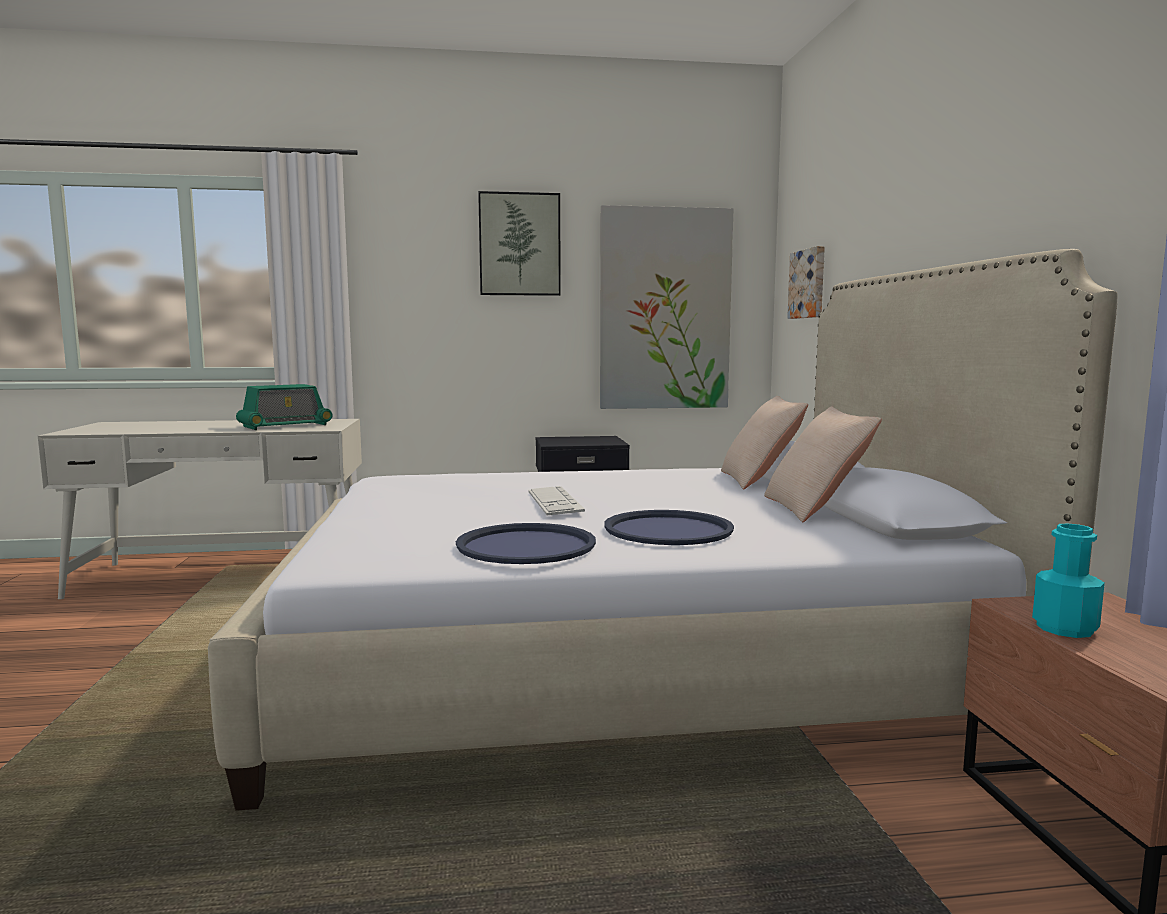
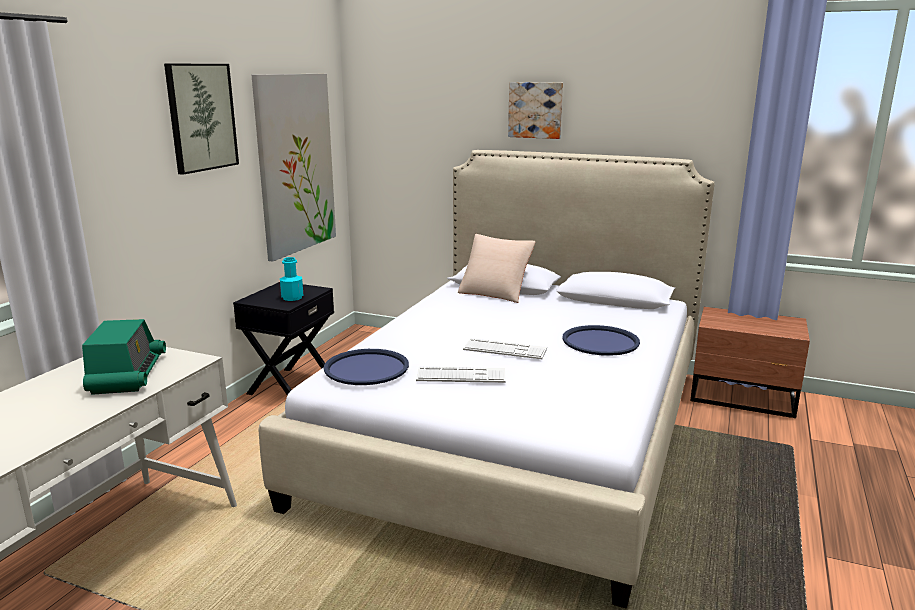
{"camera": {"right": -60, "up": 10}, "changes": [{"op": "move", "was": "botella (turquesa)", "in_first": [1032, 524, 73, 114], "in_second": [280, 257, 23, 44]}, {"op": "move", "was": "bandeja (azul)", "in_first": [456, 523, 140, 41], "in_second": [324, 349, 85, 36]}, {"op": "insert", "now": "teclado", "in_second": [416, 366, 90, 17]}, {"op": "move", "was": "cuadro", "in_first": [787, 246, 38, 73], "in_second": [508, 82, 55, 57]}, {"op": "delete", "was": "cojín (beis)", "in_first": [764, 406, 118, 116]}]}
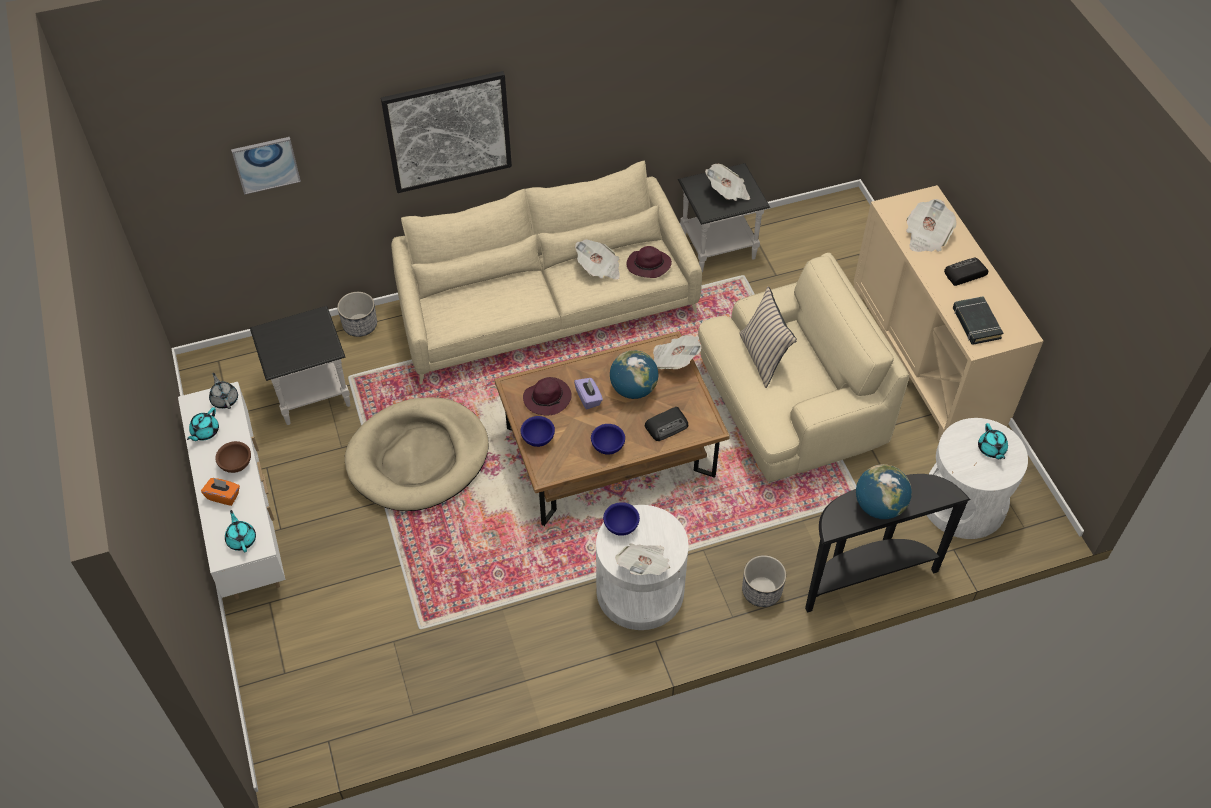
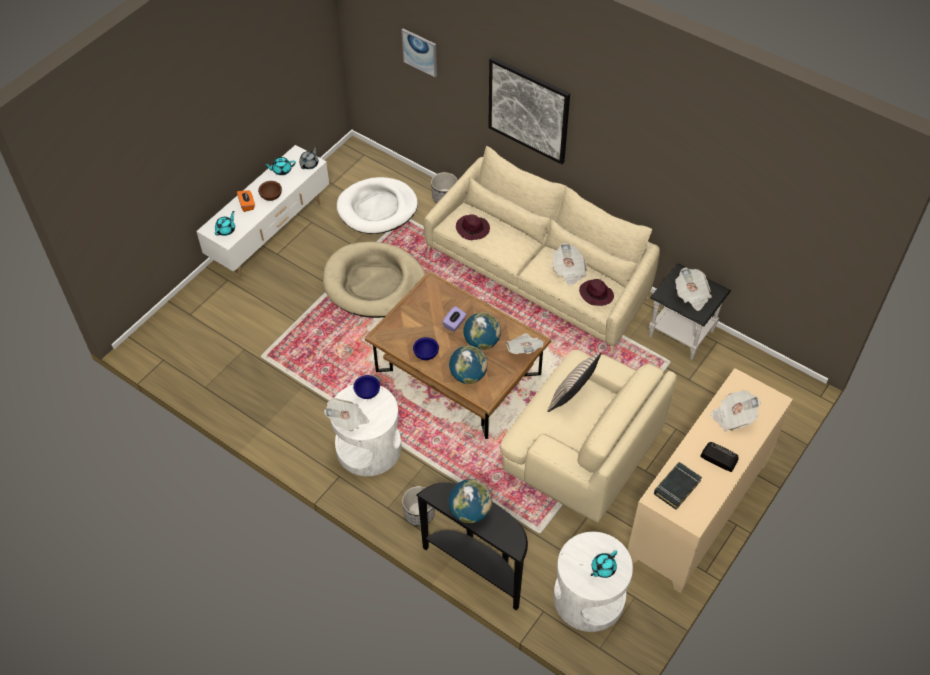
{"camera": {"right": 55, "up": 0}, "changes": [{"op": "replace", "was": "mesa auxiliar (negro)", "now": "cama para perro (blanco)", "in_first": [250, 306, 100, 119], "in_second": [337, 177, 81, 57]}, {"op": "replace", "was": "radio", "now": "globo terráqueo", "in_first": [644, 407, 44, 34], "in_second": [449, 346, 39, 38]}, {"op": "move", "was": "sombrero (morado)", "in_first": [523, 377, 49, 38], "in_second": [456, 214, 34, 26]}, {"op": "delete", "was": "cuenco (azul)", "in_first": [520, 416, 35, 31]}]}
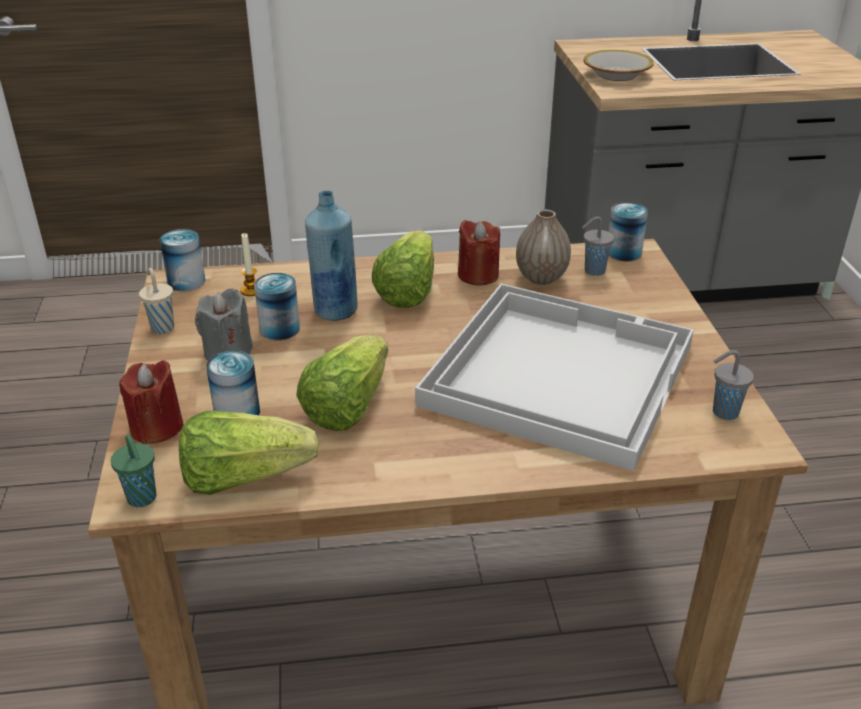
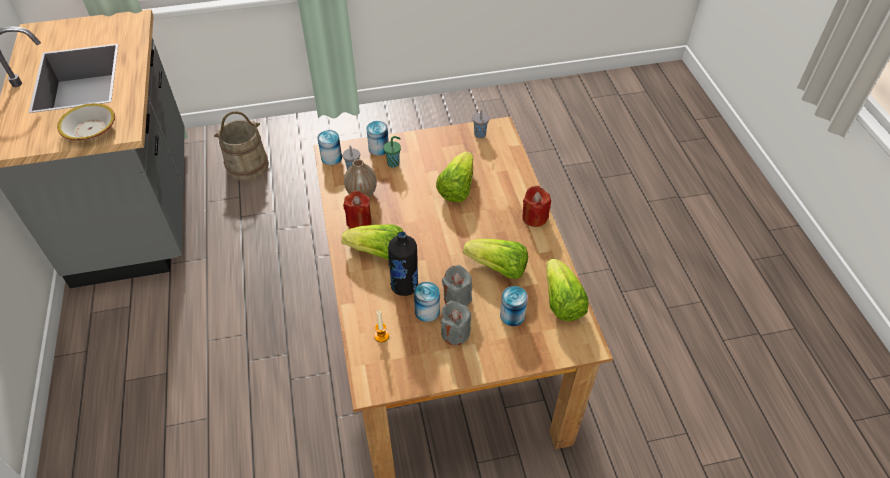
{"camera": {"right": -95, "up": 15}, "changes": [{"op": "insert", "now": "cubo (beis)", "in_second": [214, 111, 55, 70]}, {"op": "move", "was": "lata", "in_first": [160, 229, 45, 62], "in_second": [366, 121, 23, 35]}, {"op": "move", "was": "taza (verde)", "in_first": [111, 435, 45, 72], "in_second": [384, 136, 17, 32]}, {"op": "recolor", "was": "botella (azul)", "now": "botella (negro)", "in_first": [305, 191, 52, 130], "in_second": [388, 231, 30, 65]}, {"op": "replace", "was": "bandeja (blanco)", "now": "lechuga", "in_first": [415, 284, 279, 187], "in_second": [436, 151, 37, 51]}, {"op": "insert", "now": "vela (gris)", "in_second": [442, 265, 30, 41]}, {"op": "move", "was": "vela (rojo)", "in_first": [119, 360, 65, 85], "in_second": [522, 186, 29, 41]}, {"op": "delete", "was": "taza (beis)", "in_first": [139, 268, 35, 66]}]}
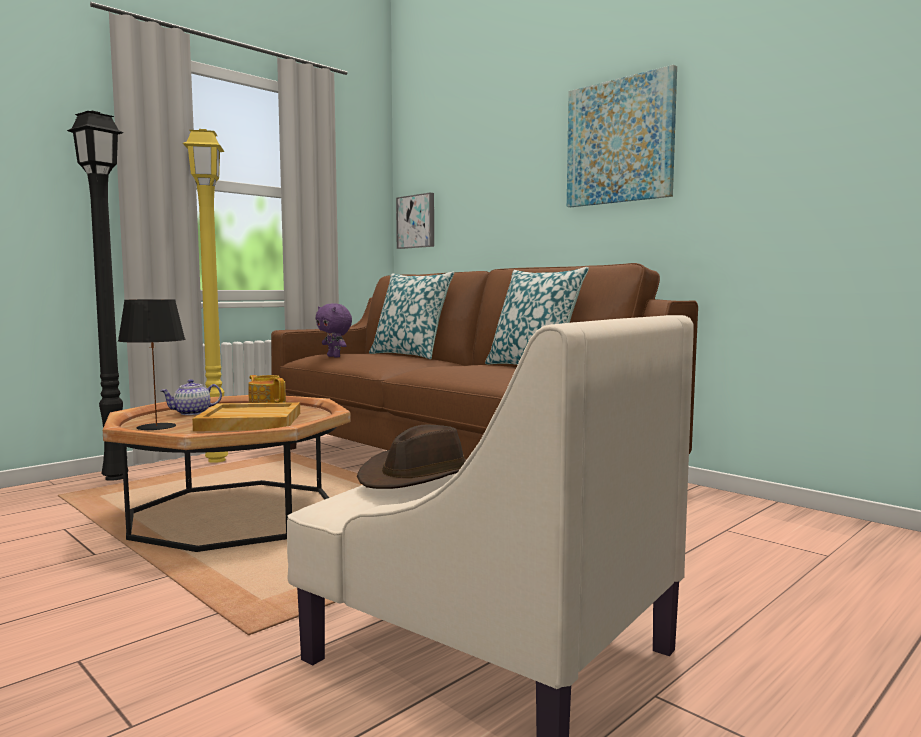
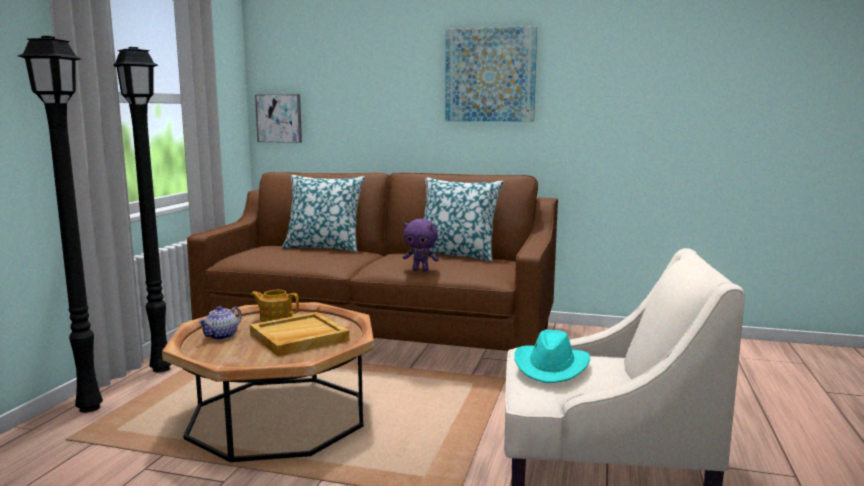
{"camera": {"right": -30, "up": 5}, "changes": [{"op": "recolor", "was": "lámpara de pie (amarillo)", "now": "lámpara de pie (negro)", "in_first": [183, 129, 45, 334], "in_second": [113, 47, 58, 325]}, {"op": "move", "was": "peluche (morado)", "in_first": [316, 303, 36, 55], "in_second": [403, 219, 36, 53]}, {"op": "recolor", "was": "sombrero (marrón)", "now": "sombrero (turquesa)", "in_first": [357, 425, 110, 64], "in_second": [514, 330, 76, 53]}, {"op": "delete", "was": "lámpara de mesa (negro)", "in_first": [118, 299, 68, 132]}]}
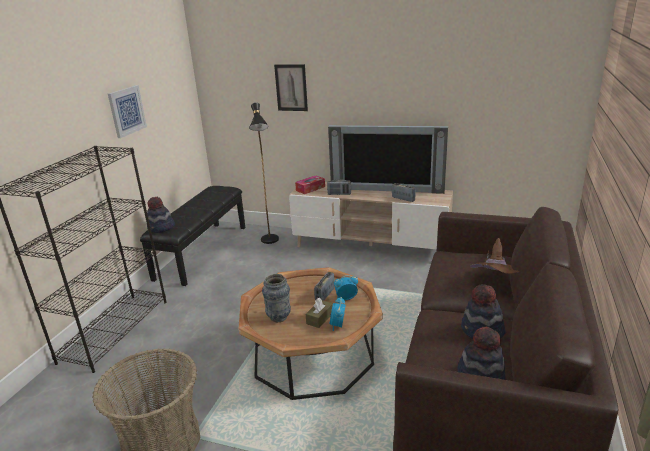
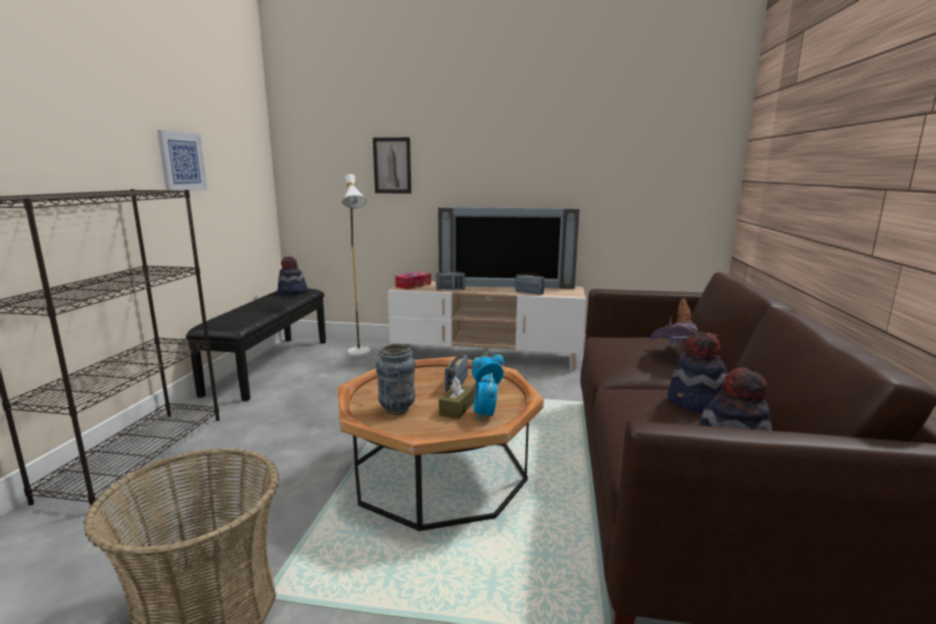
{"camera": {"right": -10, "up": -10}, "changes": [{"op": "move", "was": "sombrero", "in_first": [147, 197, 28, 36], "in_second": [278, 256, 29, 39]}, {"op": "recolor", "was": "lámpara de pie (negro)", "now": "lámpara de pie (blanco)", "in_first": [249, 103, 30, 141], "in_second": [342, 174, 28, 183]}]}
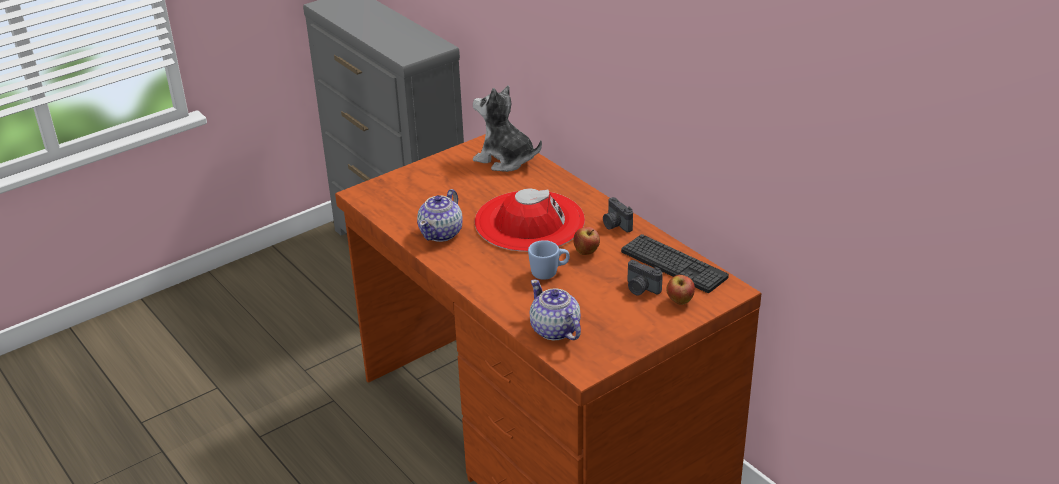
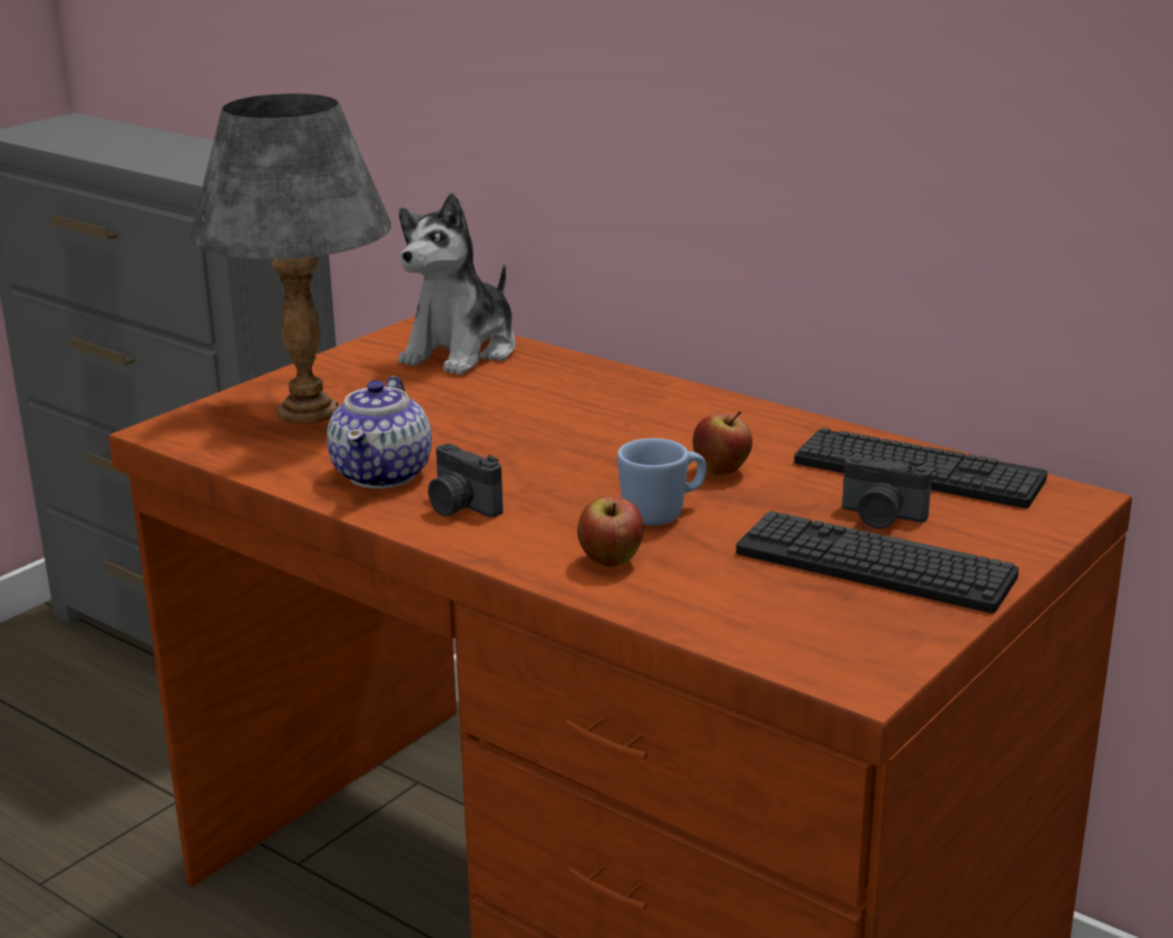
{"camera": {"right": -15, "up": -10}, "changes": [{"op": "insert", "now": "lámpara de mesa (gris)", "in_second": [190, 93, 201, 331]}, {"op": "rotate", "was": "peluche", "in_first": [473, 85, 69, 87], "in_second": [398, 193, 118, 182], "clockwise": -75}, {"op": "move", "was": "cámara", "in_first": [603, 197, 30, 36], "in_second": [428, 444, 75, 73]}, {"op": "move", "was": "manzana", "in_first": [666, 275, 29, 30], "in_second": [577, 496, 67, 71]}, {"op": "insert", "now": "teclado", "in_second": [736, 511, 283, 102]}, {"op": "delete", "was": "sombrero (rojo)", "in_first": [475, 189, 110, 63]}, {"op": "delete", "was": "tetera", "in_first": [530, 280, 51, 60]}]}
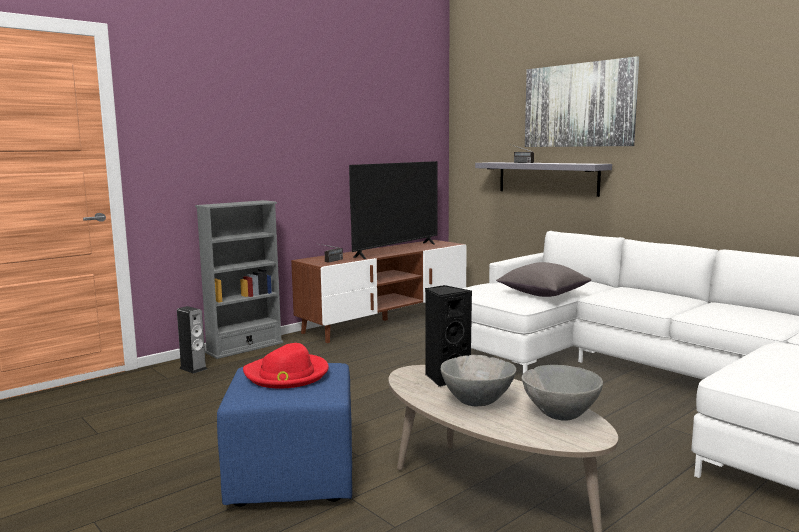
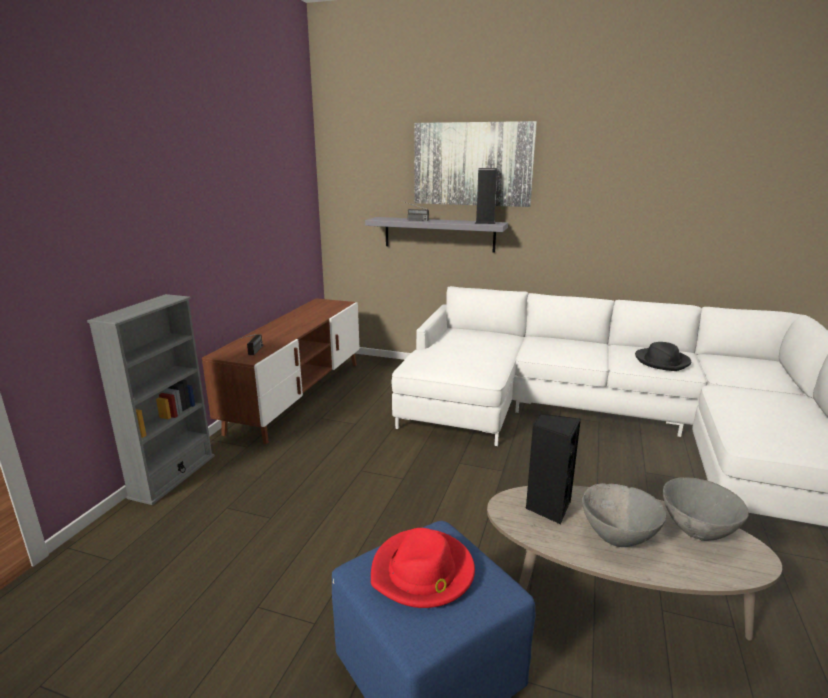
{"camera": {"right": -30, "up": 10}, "changes": [{"op": "move", "was": "altavoz", "in_first": [177, 306, 30, 68], "in_second": [475, 168, 22, 56]}, {"op": "insert", "now": "sombrero (negro)", "in_second": [635, 342, 56, 29]}, {"op": "delete", "was": "televisor", "in_first": [349, 161, 88, 98]}, {"op": "delete", "was": "cojín (gris)", "in_first": [496, 262, 95, 35]}]}
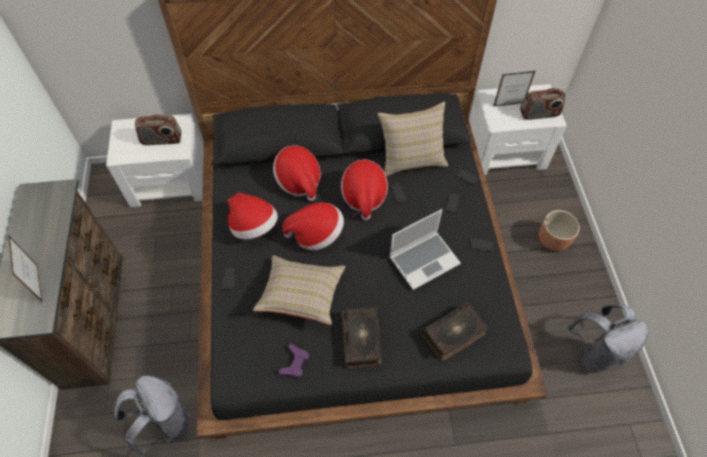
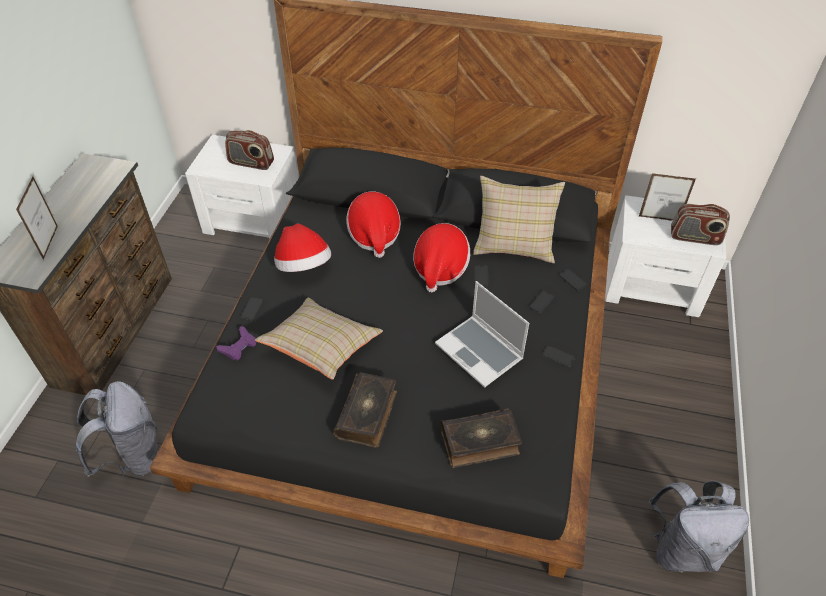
{"camera": {"right": 20, "up": -10}, "changes": [{"op": "move", "was": "mando de consola (morado)", "in_first": [278, 344, 31, 34], "in_second": [216, 326, 40, 34]}, {"op": "rotate", "was": "portátil", "in_first": [389, 209, 72, 81], "in_second": [435, 281, 94, 107], "clockwise": 60}, {"op": "delete", "was": "sombrero", "in_first": [282, 203, 62, 47]}, {"op": "delete", "was": "maceta (marrón)", "in_first": [539, 210, 41, 41]}]}
